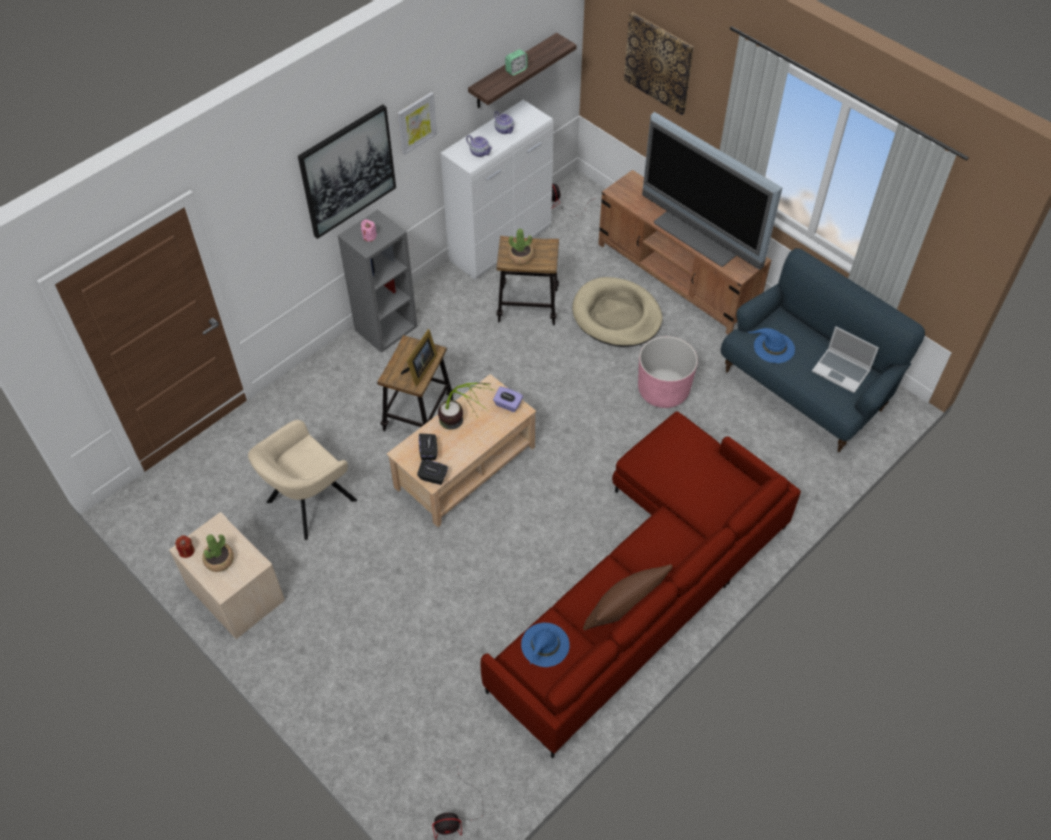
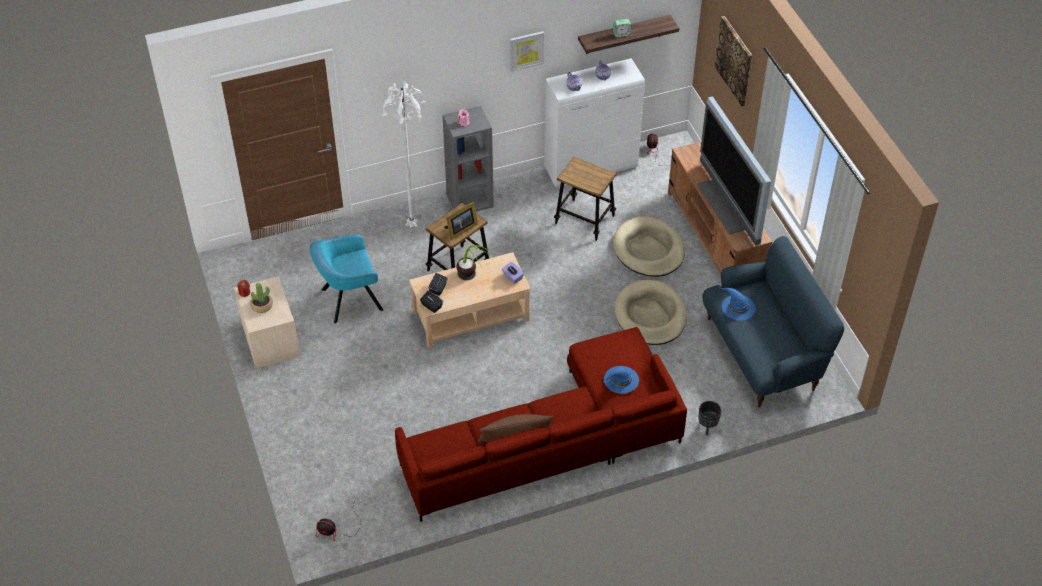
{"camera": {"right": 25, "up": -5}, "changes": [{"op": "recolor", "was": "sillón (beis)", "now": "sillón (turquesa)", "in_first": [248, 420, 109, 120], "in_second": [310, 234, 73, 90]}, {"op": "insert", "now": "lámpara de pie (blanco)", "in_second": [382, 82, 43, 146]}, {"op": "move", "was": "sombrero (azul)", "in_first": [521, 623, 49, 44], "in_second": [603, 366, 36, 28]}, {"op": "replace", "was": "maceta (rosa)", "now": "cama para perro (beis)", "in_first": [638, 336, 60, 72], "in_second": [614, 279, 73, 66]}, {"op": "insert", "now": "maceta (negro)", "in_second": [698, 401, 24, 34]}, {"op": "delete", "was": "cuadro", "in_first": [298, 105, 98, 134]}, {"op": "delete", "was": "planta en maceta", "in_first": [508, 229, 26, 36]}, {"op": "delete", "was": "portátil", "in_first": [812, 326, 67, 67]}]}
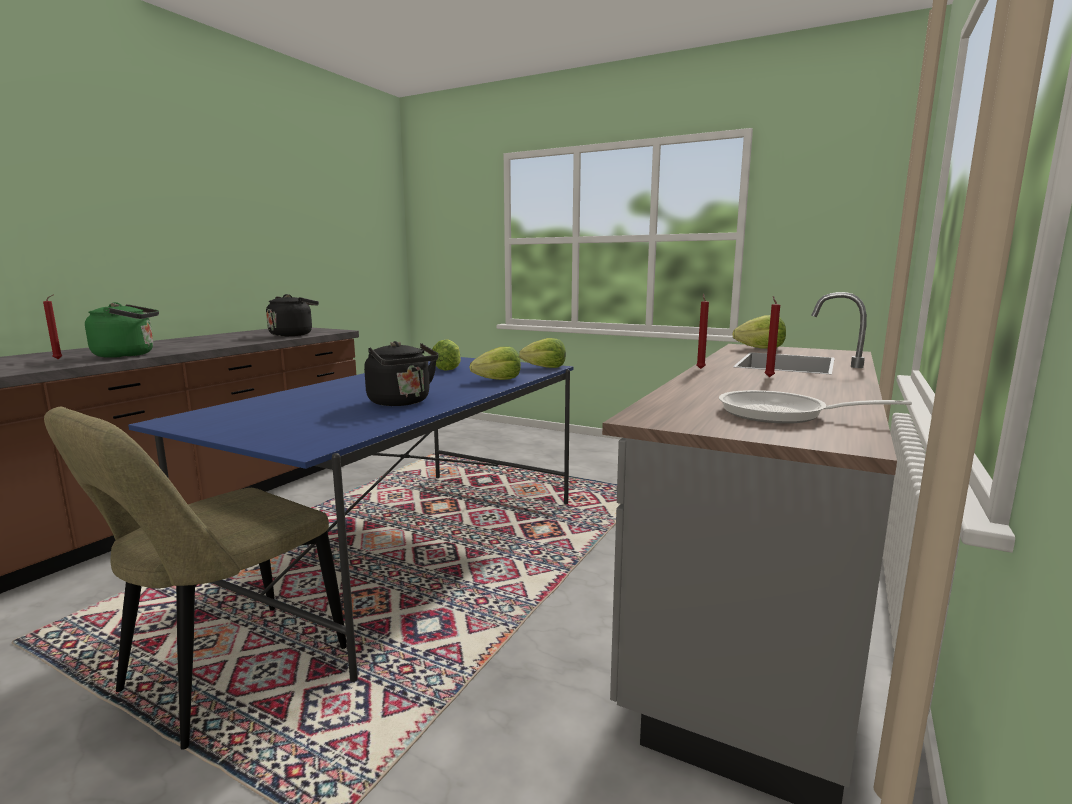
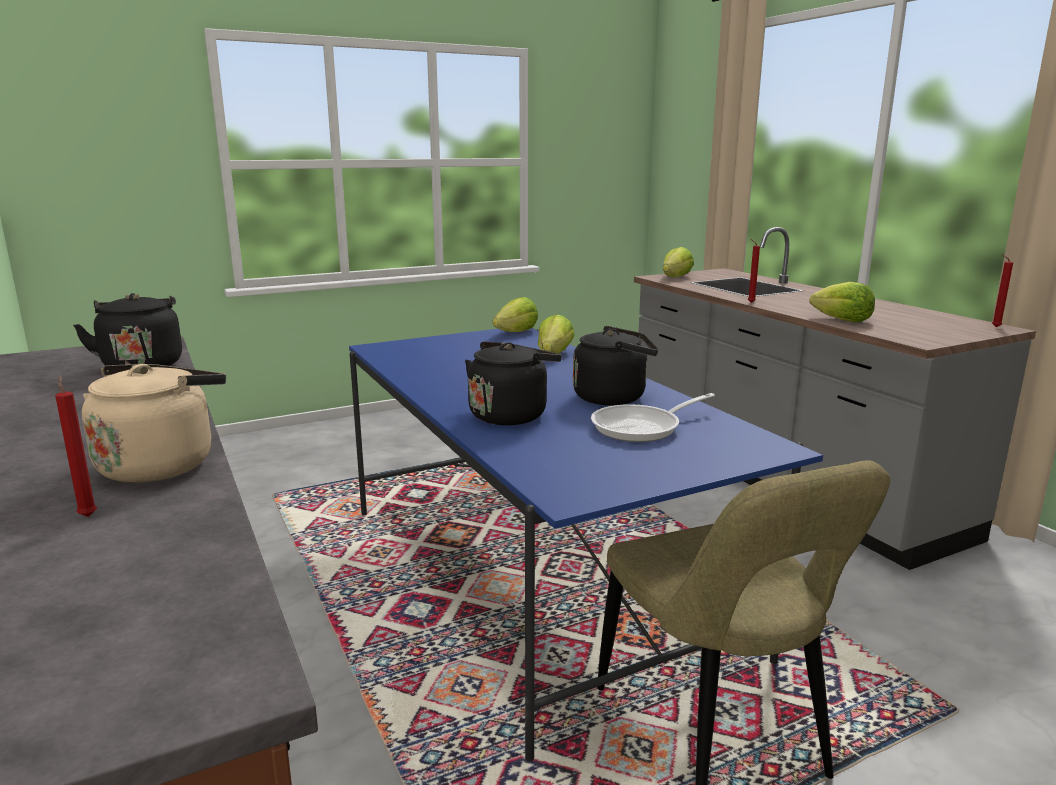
{"camera": {"right": -55, "up": 5}, "changes": [{"op": "recolor", "was": "hervidor (verde)", "now": "hervidor (beis)", "in_first": [85, 302, 74, 56], "in_second": [82, 364, 144, 119]}, {"op": "insert", "now": "hervidor (negro)", "in_second": [465, 342, 97, 83]}, {"op": "move", "was": "sartén", "in_first": [719, 390, 193, 34], "in_second": [591, 393, 124, 49]}, {"op": "move", "was": "lechuga", "in_first": [431, 339, 30, 32], "in_second": [809, 282, 66, 40]}, {"op": "move", "was": "vela (rojo)", "in_first": [765, 296, 15, 81], "in_second": [992, 254, 21, 73]}]}
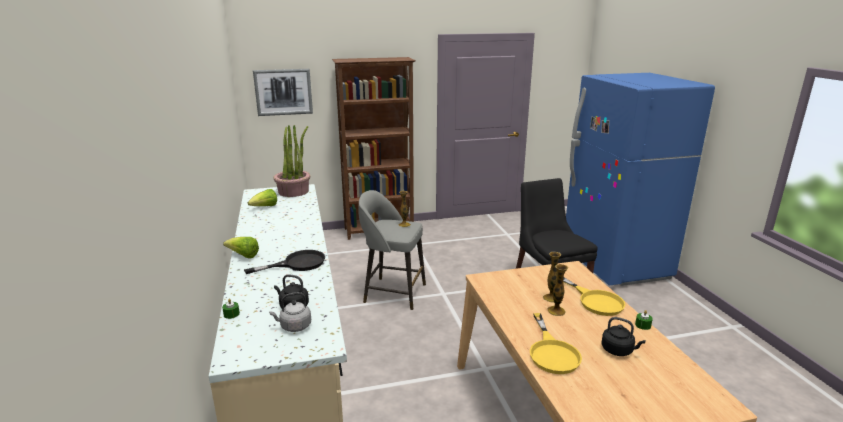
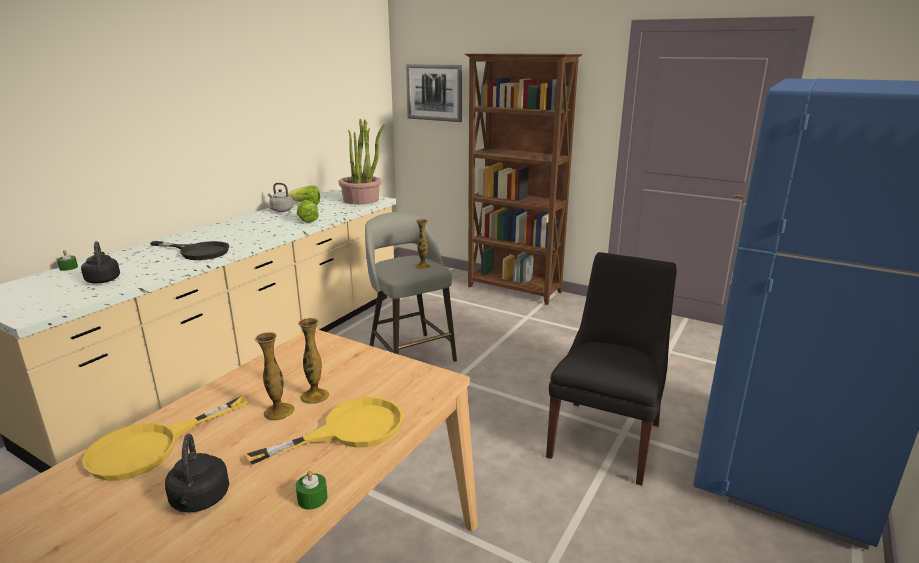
{"camera": {"right": 45, "up": 0}, "changes": [{"op": "rotate", "was": "sartén (amarillo)", "in_first": [563, 277, 63, 39], "in_second": [246, 397, 157, 68], "clockwise": -135}, {"op": "move", "was": "hervidor (gris)", "in_first": [269, 292, 42, 40], "in_second": [268, 183, 25, 29]}, {"op": "move", "was": "lechuga", "in_first": [223, 237, 36, 21], "in_second": [297, 200, 22, 22]}]}
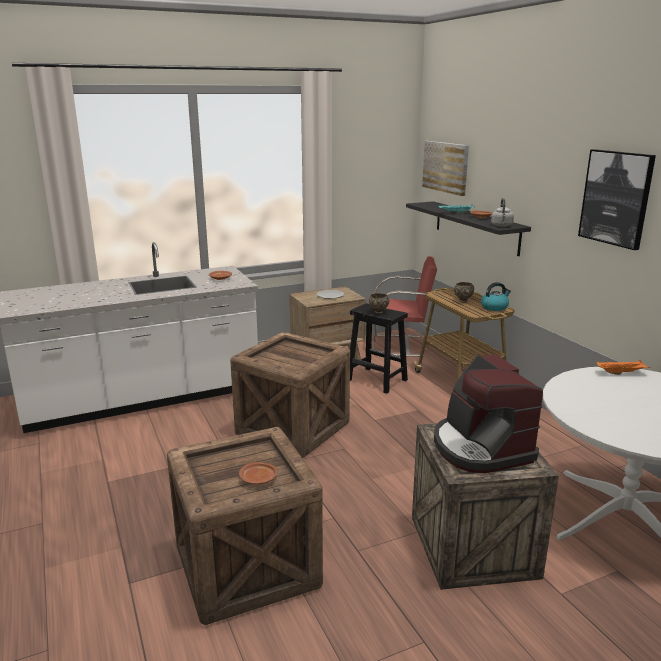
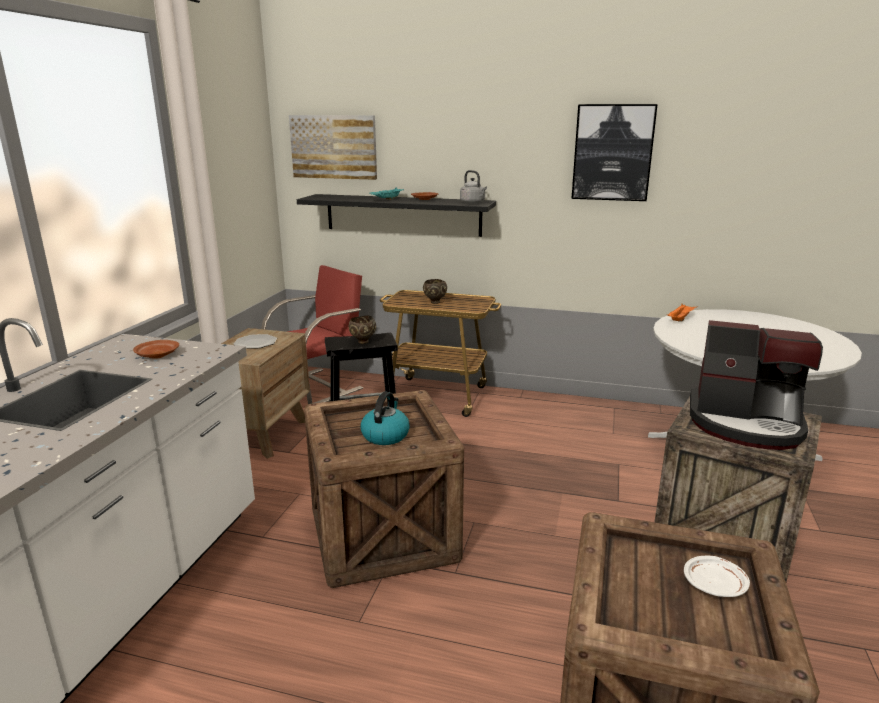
{"camera": {"right": -50, "up": 0}, "changes": [{"op": "move", "was": "hervidor", "in_first": [481, 282, 30, 29], "in_second": [361, 392, 49, 53]}, {"op": "recolor", "was": "plato (marrón)", "now": "plato (blanco)", "in_first": [239, 462, 38, 22], "in_second": [684, 556, 66, 41]}]}
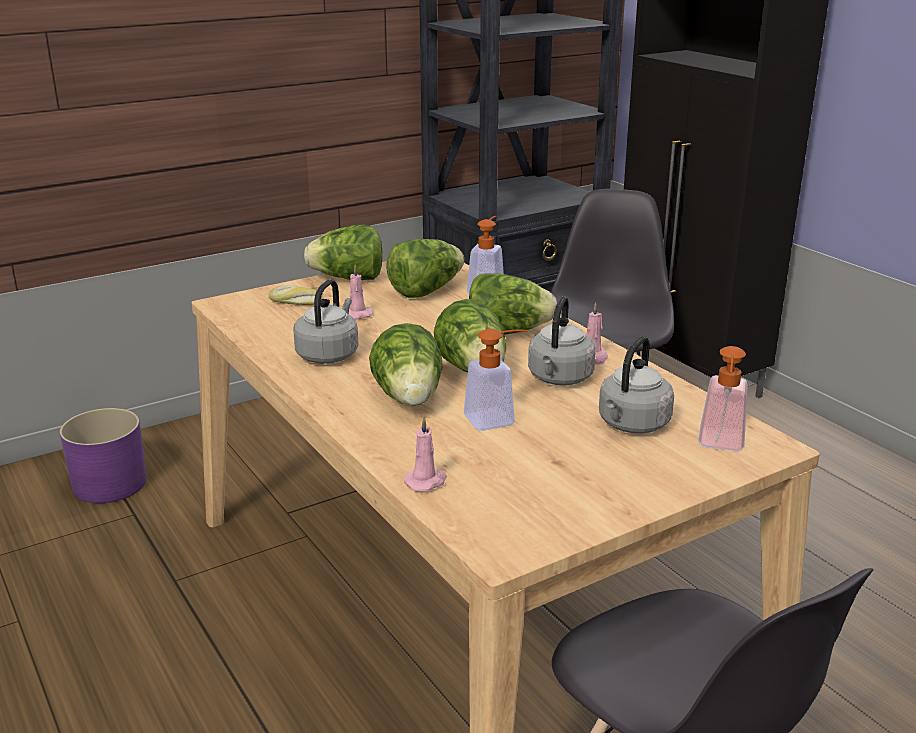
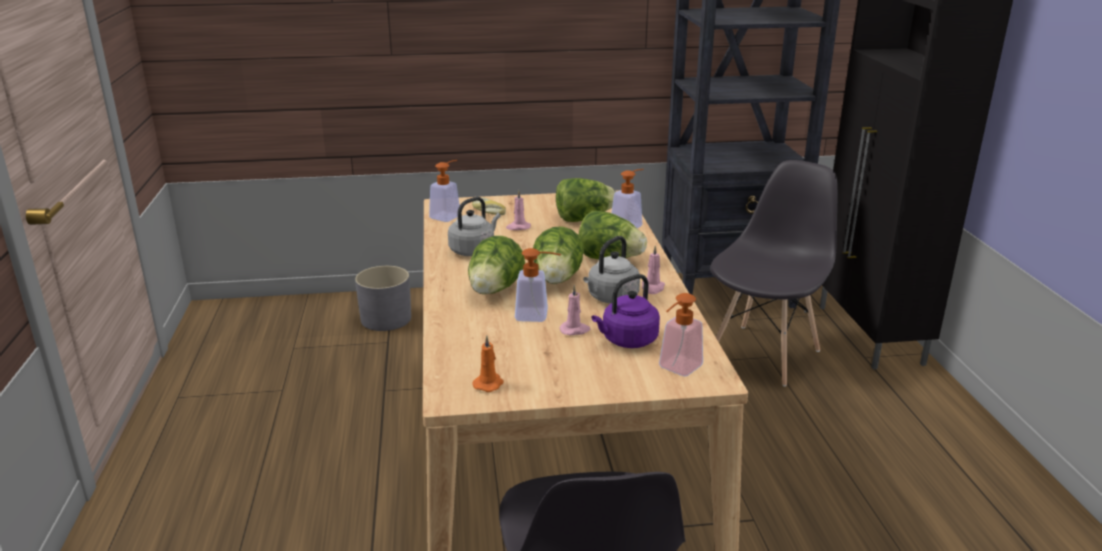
{"camera": {"right": 25, "up": 0}, "changes": [{"op": "recolor", "was": "maceta (morado)", "now": "maceta (gris)", "in_first": [60, 408, 86, 95], "in_second": [355, 266, 56, 65]}, {"op": "insert", "now": "dispensador de jabón", "in_second": [429, 160, 31, 62]}, {"op": "insert", "now": "vela (naranja)", "in_second": [473, 336, 31, 56]}, {"op": "move", "was": "vela (rosa)", "in_first": [404, 417, 43, 75], "in_second": [559, 285, 31, 50]}, {"op": "recolor", "was": "hervidor (gris)", "now": "hervidor (morado)", "in_first": [599, 336, 75, 97], "in_second": [591, 274, 69, 74]}, {"op": "delete", "was": "lechuga", "in_first": [304, 225, 79, 55]}]}
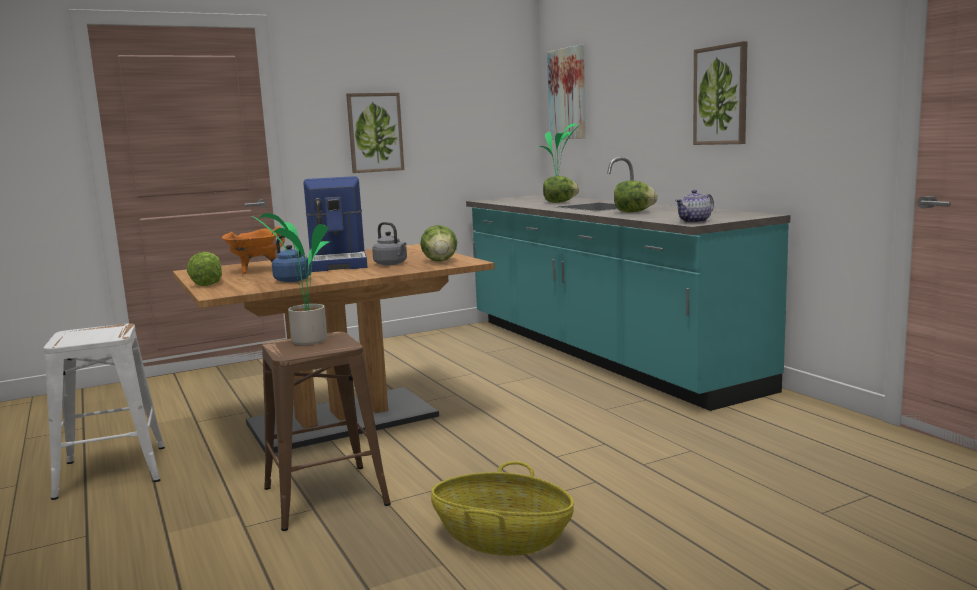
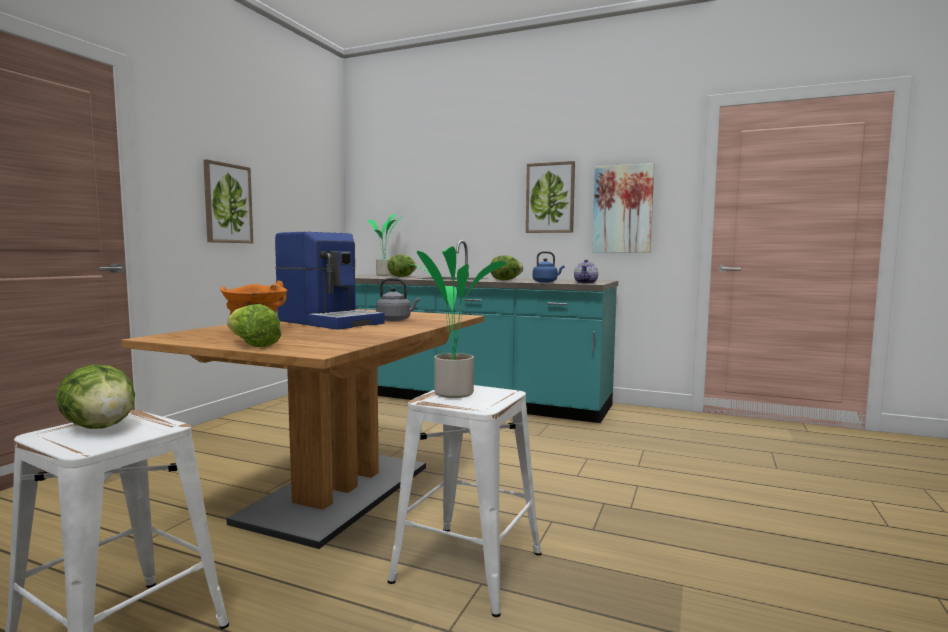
{"camera": {"right": -40, "up": -5}, "changes": [{"op": "move", "was": "lechuga", "in_first": [420, 225, 37, 37], "in_second": [56, 364, 79, 65]}, {"op": "recolor", "was": "taburete (marrón)", "now": "taburete (blanco)", "in_first": [262, 332, 129, 199], "in_second": [388, 385, 153, 232]}, {"op": "move", "was": "hervidor (azul)", "in_first": [272, 235, 39, 47], "in_second": [533, 251, 32, 32]}, {"op": "move", "was": "cuadro", "in_first": [547, 45, 39, 95], "in_second": [592, 163, 62, 90]}, {"op": "delete", "was": "cesta", "in_first": [431, 461, 143, 95]}]}
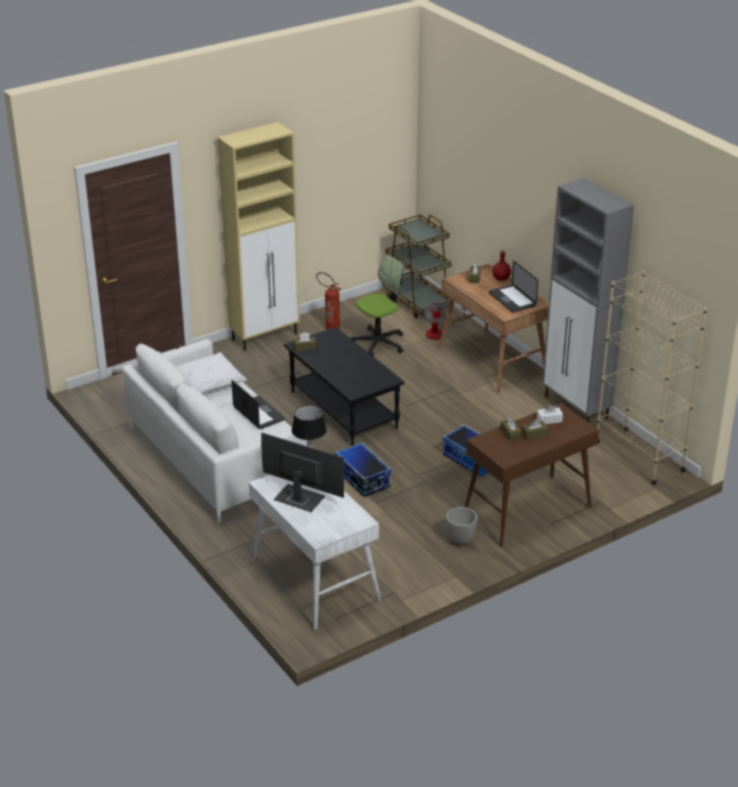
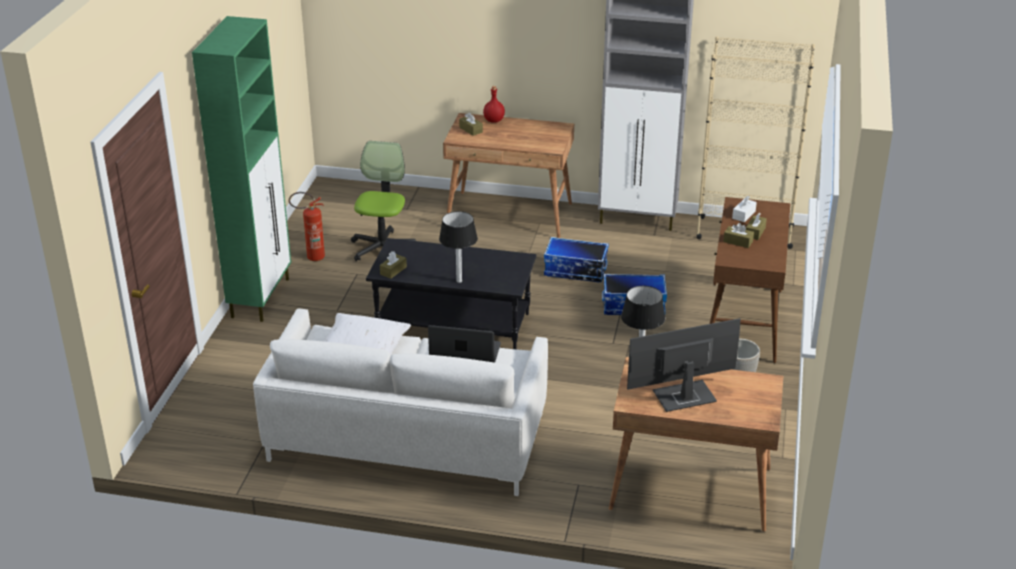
{"camera": {"right": -45, "up": 0}, "changes": [{"op": "recolor", "was": "armario (beis)", "now": "armario (verde)", "in_first": [217, 122, 83, 229], "in_second": [192, 16, 99, 306]}, {"op": "insert", "now": "lámpara de mesa", "in_second": [439, 211, 39, 72]}, {"op": "move", "was": "caja de almacenaje", "in_first": [335, 442, 56, 55], "in_second": [544, 237, 65, 45]}, {"op": "recolor", "was": "escritorio (blanco)", "now": "escritorio (marrón)", "in_first": [249, 475, 132, 155], "in_second": [609, 357, 174, 175]}, {"op": "delete", "was": "carrito (marrón)", "in_first": [382, 214, 69, 104]}, {"op": "delete", "was": "ventilador", "in_first": [425, 301, 41, 39]}, {"op": "delete", "was": "portátil", "in_first": [489, 261, 49, 51]}]}
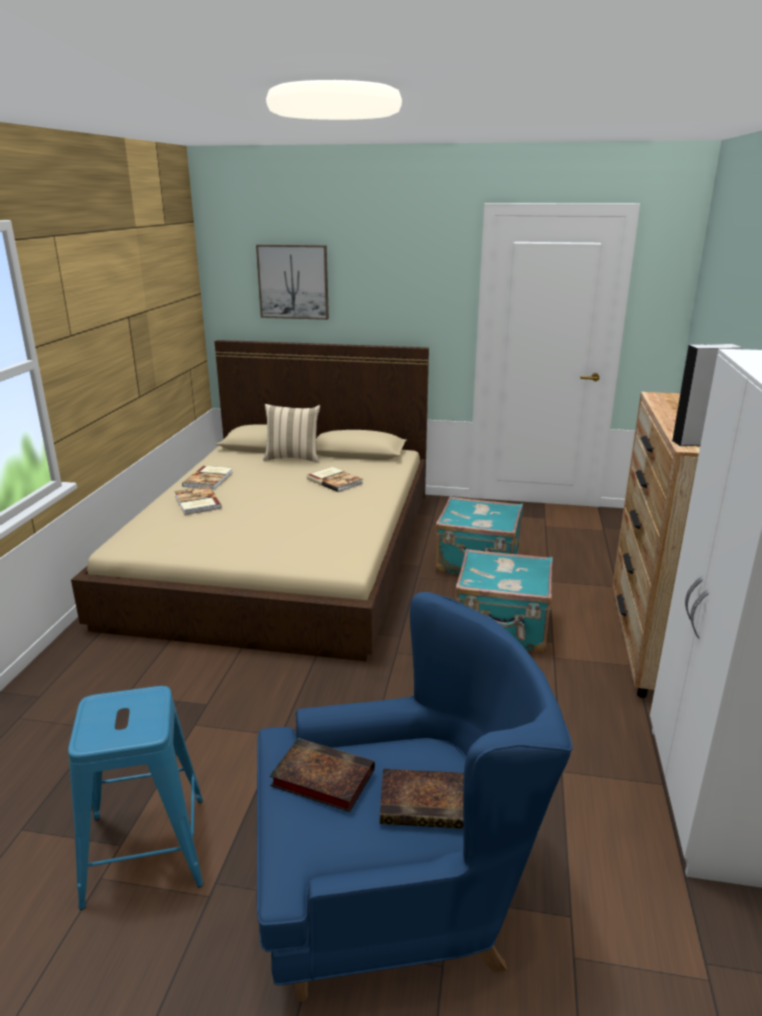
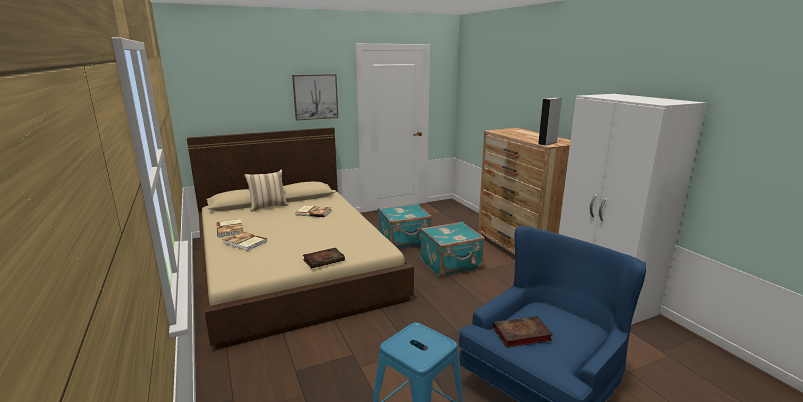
{"camera": {"right": -35, "up": -5}, "changes": [{"op": "move", "was": "cuadro", "in_first": [256, 244, 73, 76], "in_second": [292, 74, 46, 47]}, {"op": "move", "was": "libro", "in_first": [380, 768, 84, 61], "in_second": [303, 248, 42, 21]}]}
